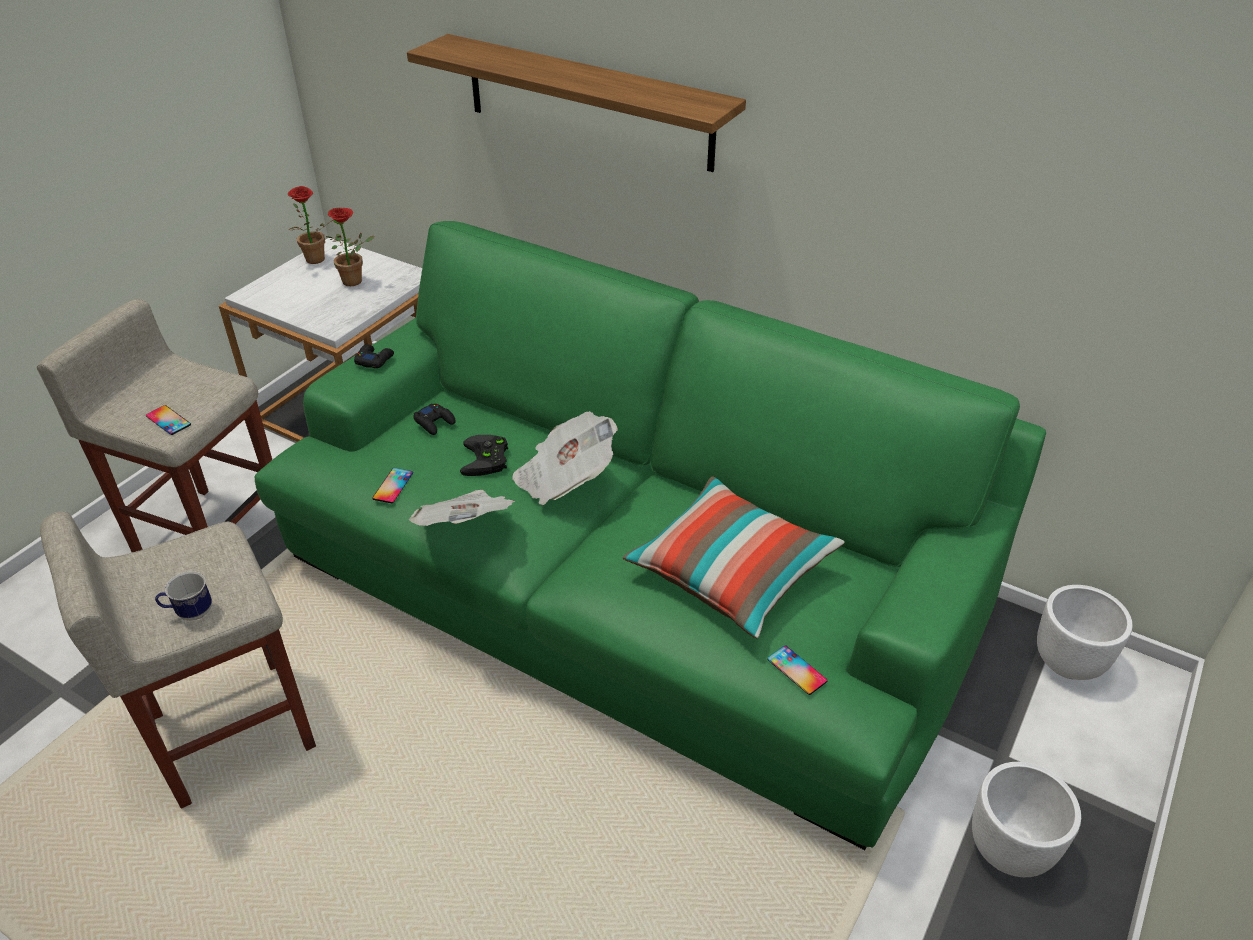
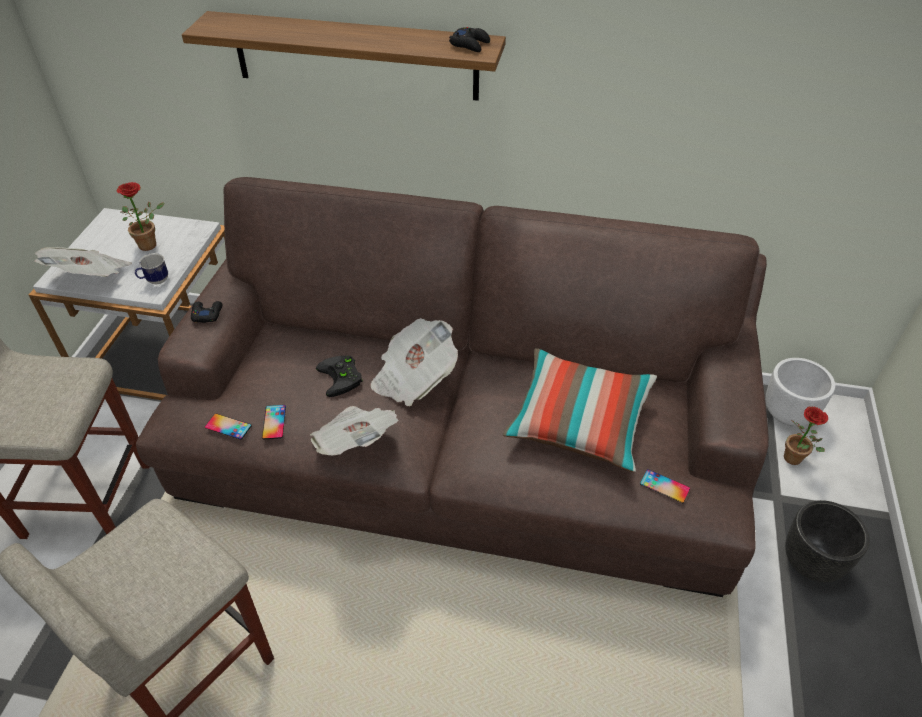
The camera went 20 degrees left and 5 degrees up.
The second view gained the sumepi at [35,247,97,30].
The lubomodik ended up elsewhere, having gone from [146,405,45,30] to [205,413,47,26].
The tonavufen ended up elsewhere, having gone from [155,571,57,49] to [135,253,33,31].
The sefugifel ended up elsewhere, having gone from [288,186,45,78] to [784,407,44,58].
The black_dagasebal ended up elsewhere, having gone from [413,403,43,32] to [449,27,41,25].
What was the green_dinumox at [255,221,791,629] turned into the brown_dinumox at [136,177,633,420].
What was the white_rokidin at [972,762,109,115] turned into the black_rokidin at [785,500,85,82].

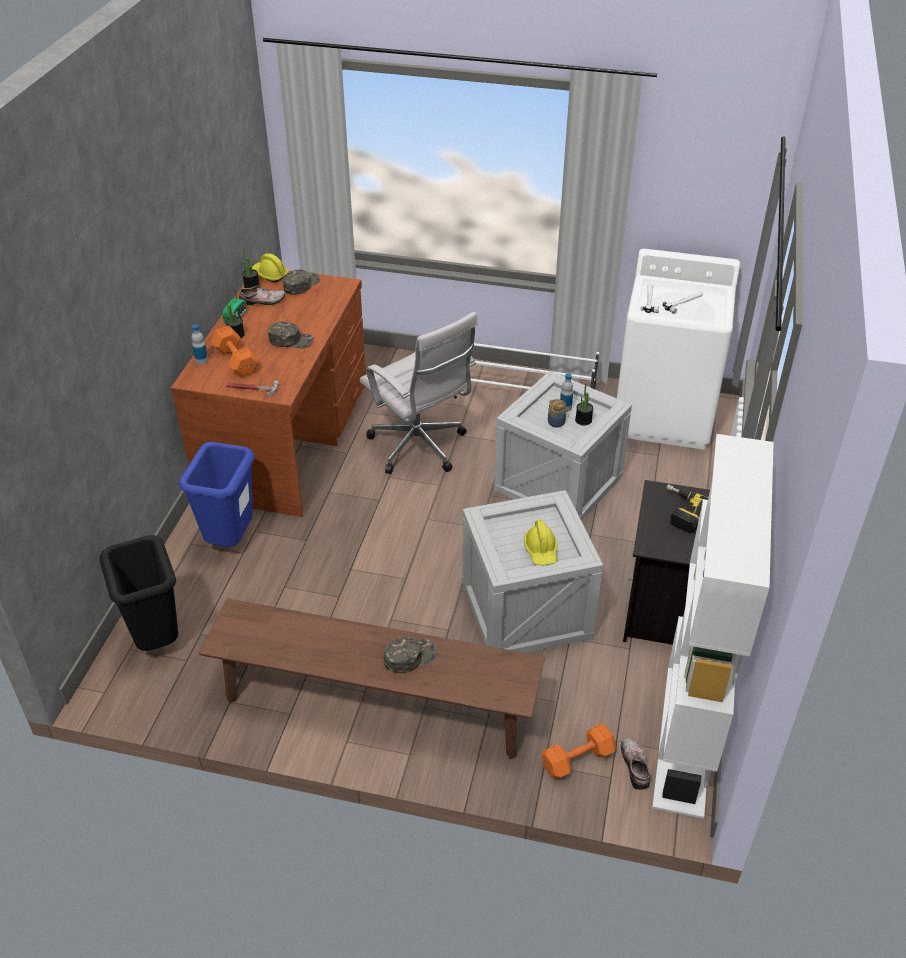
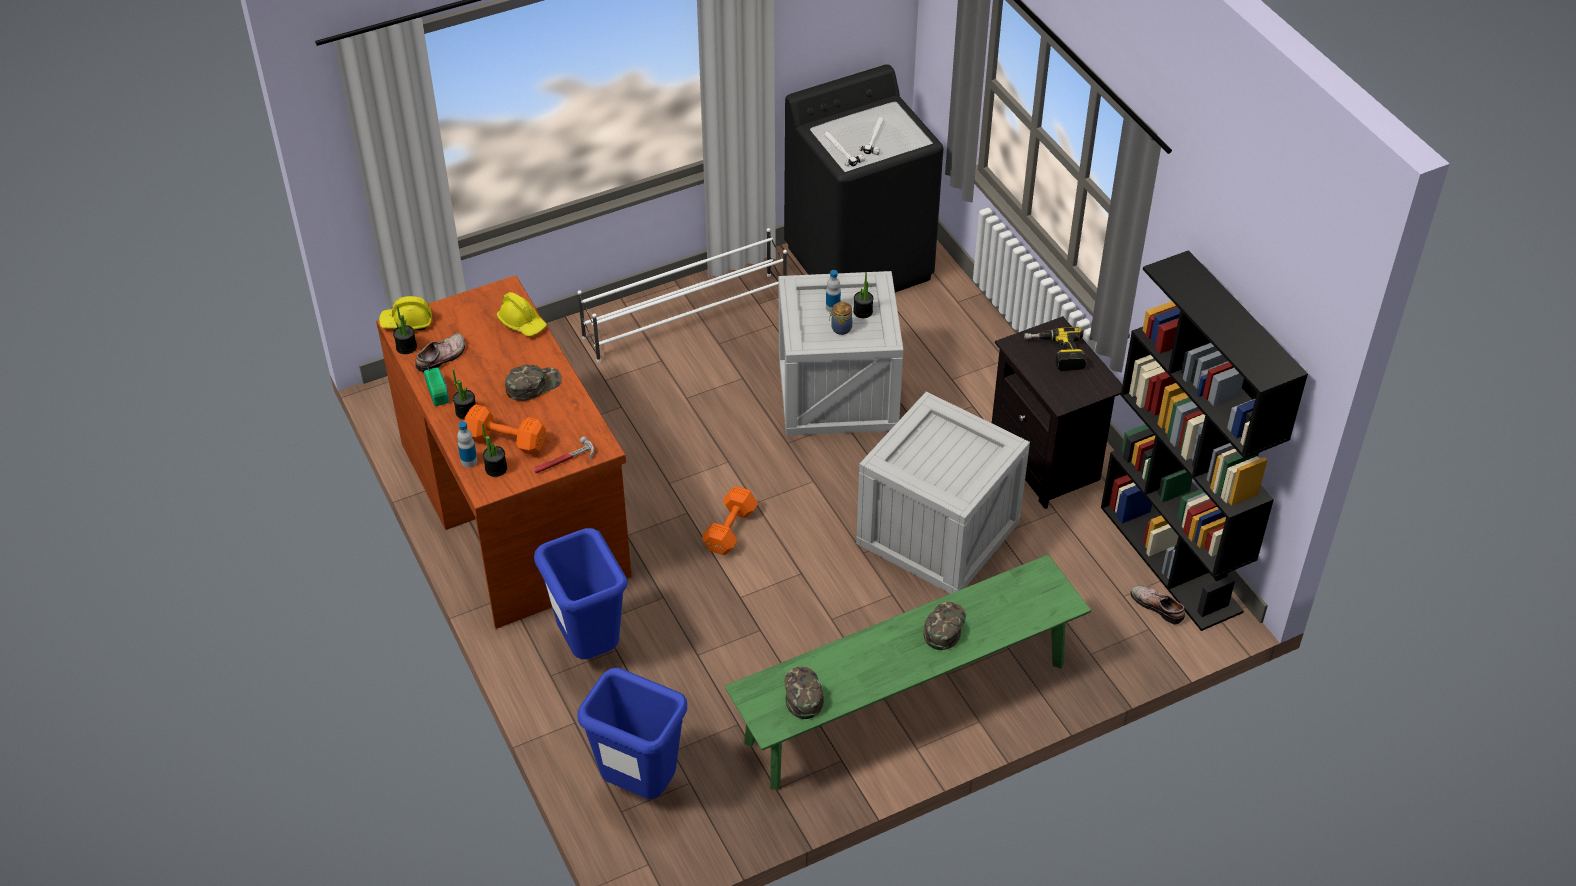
The camera went 40 degrees left and 5 degrees up.
The second view lost the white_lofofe at [360,312,118,162].
The second view gained the sefugifel at [482,423,25,54].
The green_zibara ended up elsewhere, having gone from [283,270,37,25] to [785,667,39,52].
The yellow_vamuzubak ended up elsewhere, having gone from [524,520,33,45] to [496,292,51,44].
The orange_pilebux ended up elsewhere, having gone from [541,724,75,55] to [702,486,56,69].
What was the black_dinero at [100,535,78,116] turned into the blue_dinero at [578,668,109,131].
What was the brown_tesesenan at [199,598,346,161] turned into the green_tesesenan at [724,555,367,235].
What was the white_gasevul at [617,249,123,200] turned into the black_gasevul at [784,64,160,228].
What was the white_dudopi at [652,434,122,385] turned into the black_dudopi at [1101,250,207,381].

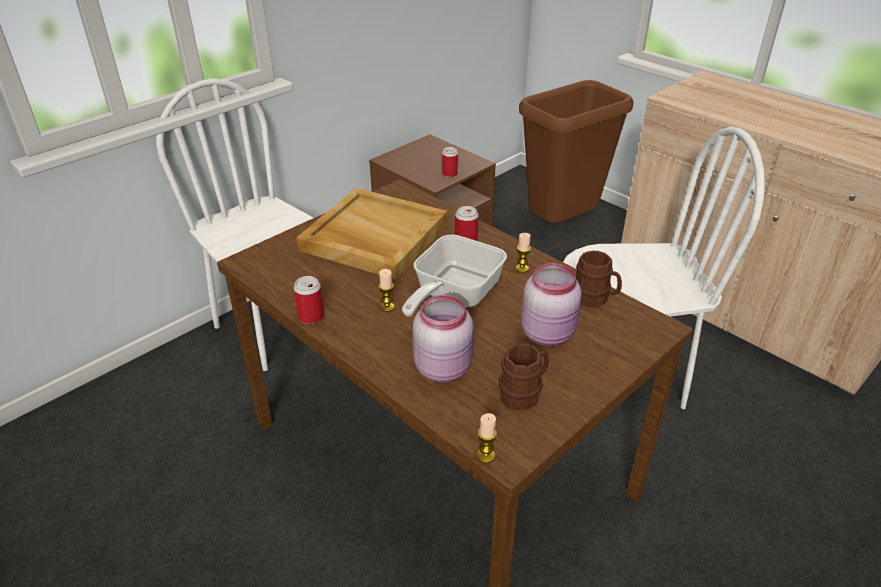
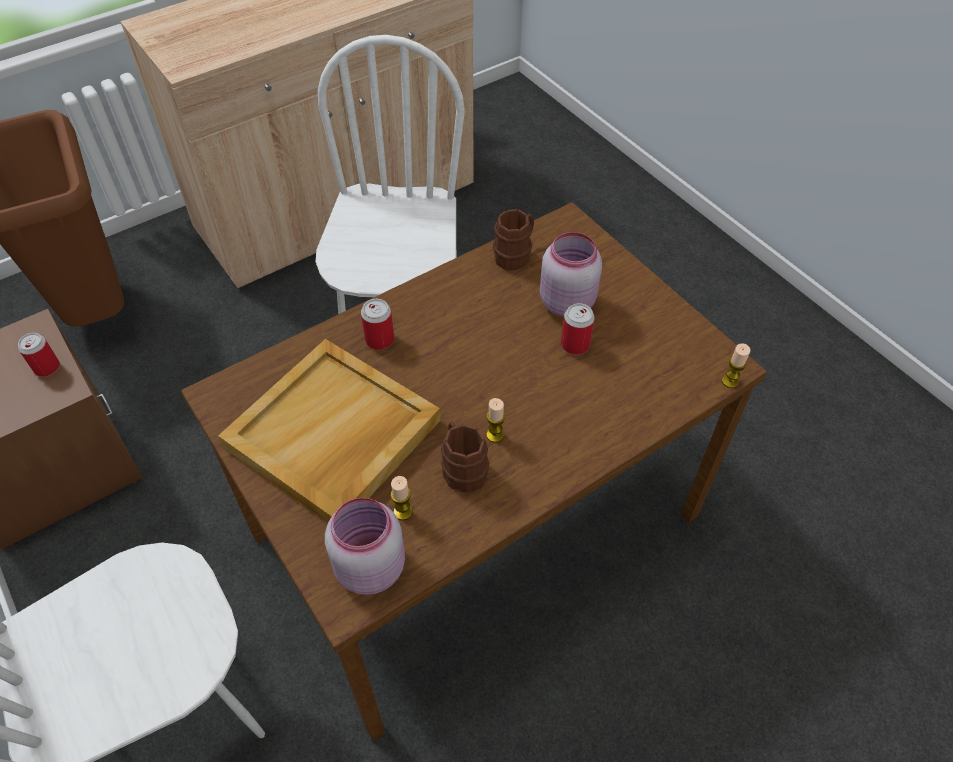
The camera went 80 degrees left and 15 degrees up.
The second view lost the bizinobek at [402,235,105,82].
The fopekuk ended up elsewhere, having gone from [293,276,31,48] to [561,303,34,52].
The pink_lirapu ended up elsewhere, having gone from [413,295,61,88] to [325,498,80,97].
The brown_tonavufen ended up elsewhere, having gone from [499,343,50,67] to [441,422,48,71].
The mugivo ended up elsewhere, having gone from [515,233,16,40] to [391,476,22,44].

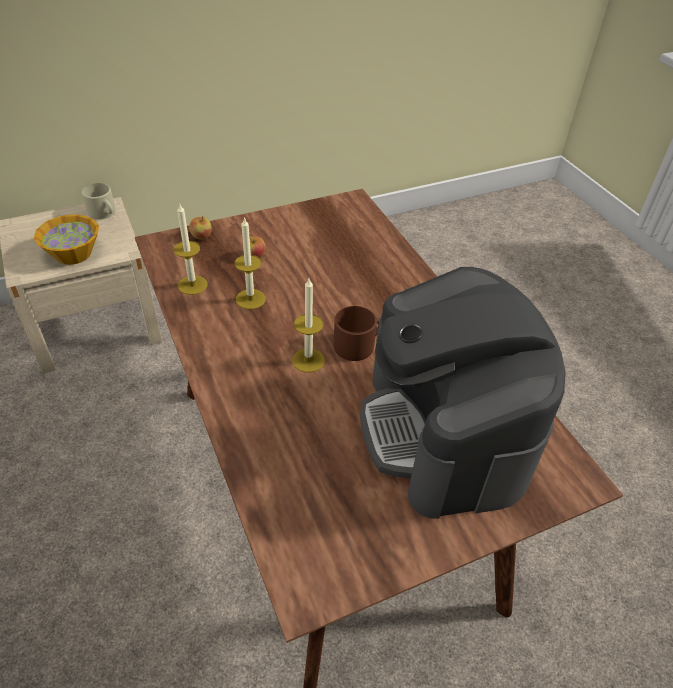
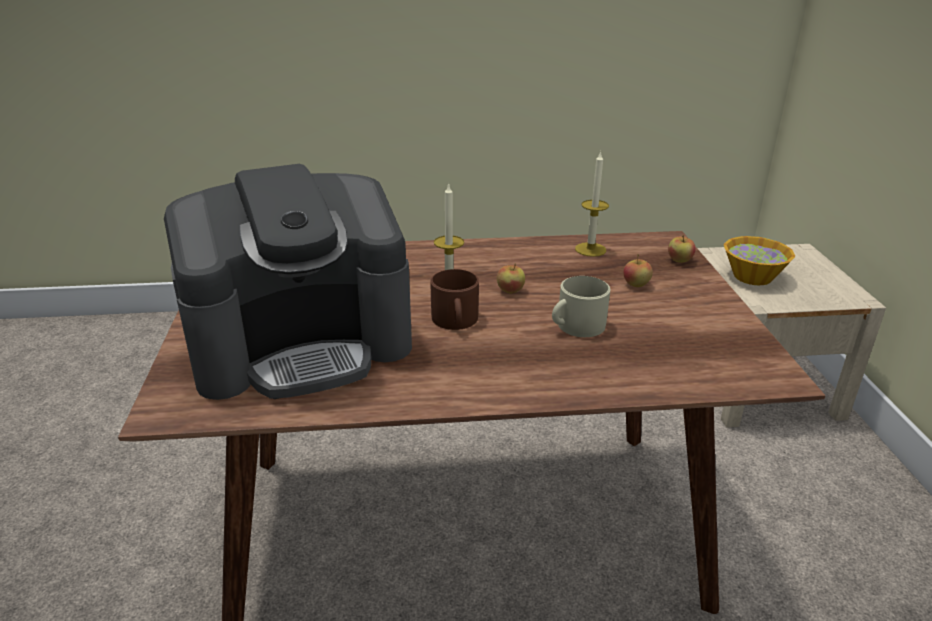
The camera went 110 degrees right and 15 degrees down.
The second view lost the mugivo at [235,217,31,92].
The second view gained the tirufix at [497,263,28,30].
The beige_tonavufen ended up elsewhere, having gone from [82,183,34,36] to [552,276,58,61].
The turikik at [360,267,206,252] ended up facing another way, 150 degrees clockwise from before.

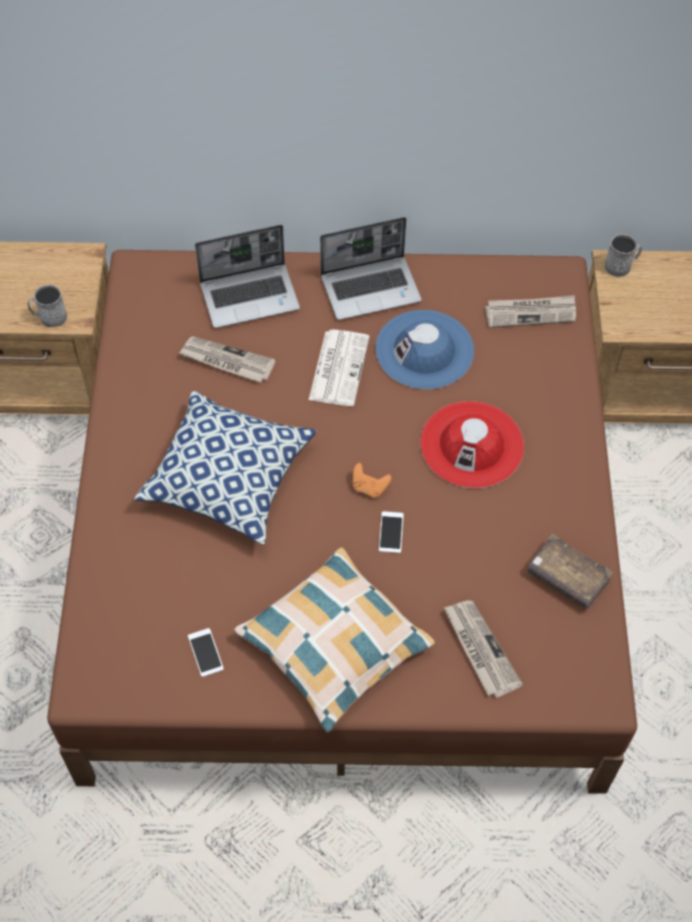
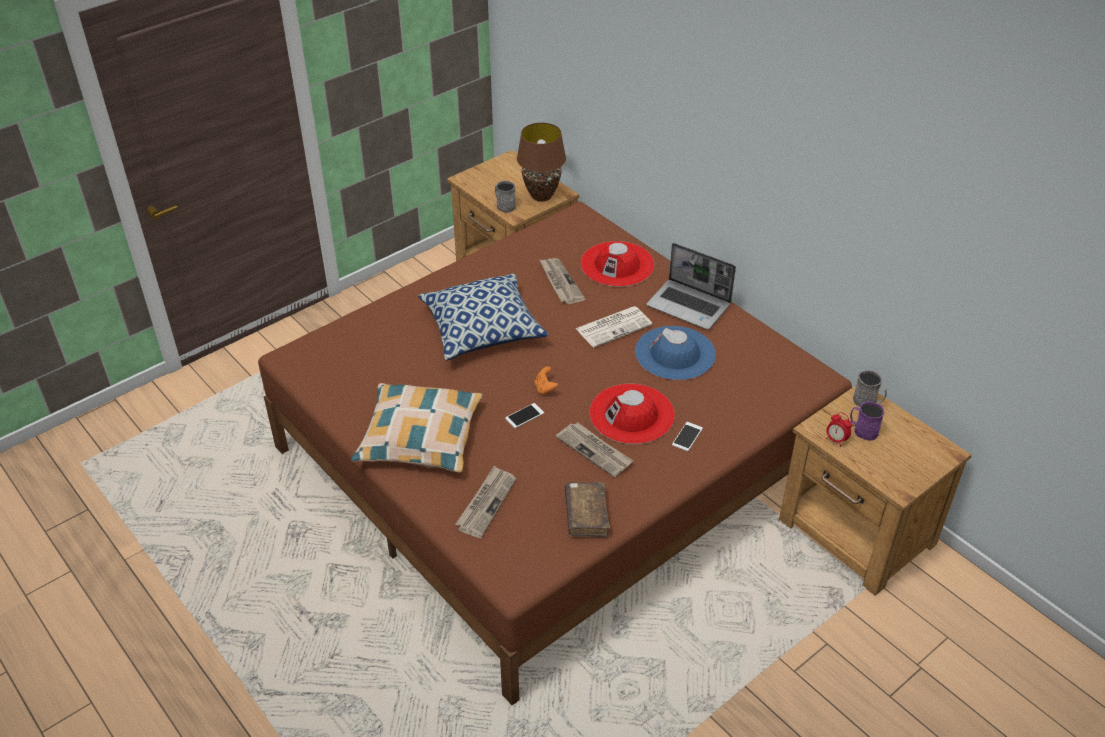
The camera went 50 degrees right and 15 degrees down.
The second view gained the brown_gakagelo at [517,123,49,79].
The second view gained the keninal at [826,412,26,35].
The second view gained the purple_tonavufen at [850,401,34,40].
The lubomodik ended up elsewhere, having gone from [188,628,36,49] to [672,422,31,29].
The sumepi ended up elsewhere, having gone from [485,295,91,33] to [556,422,77,55].
Where the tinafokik stood at [195,225,105,103], the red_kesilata came to stand at [581,241,73,46].

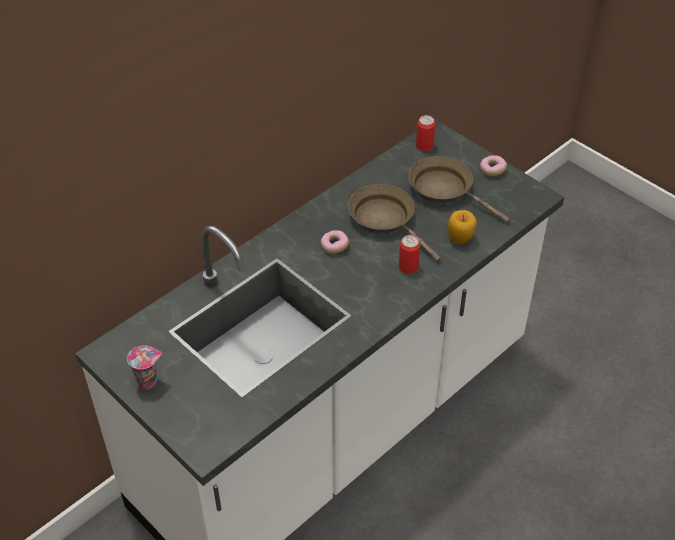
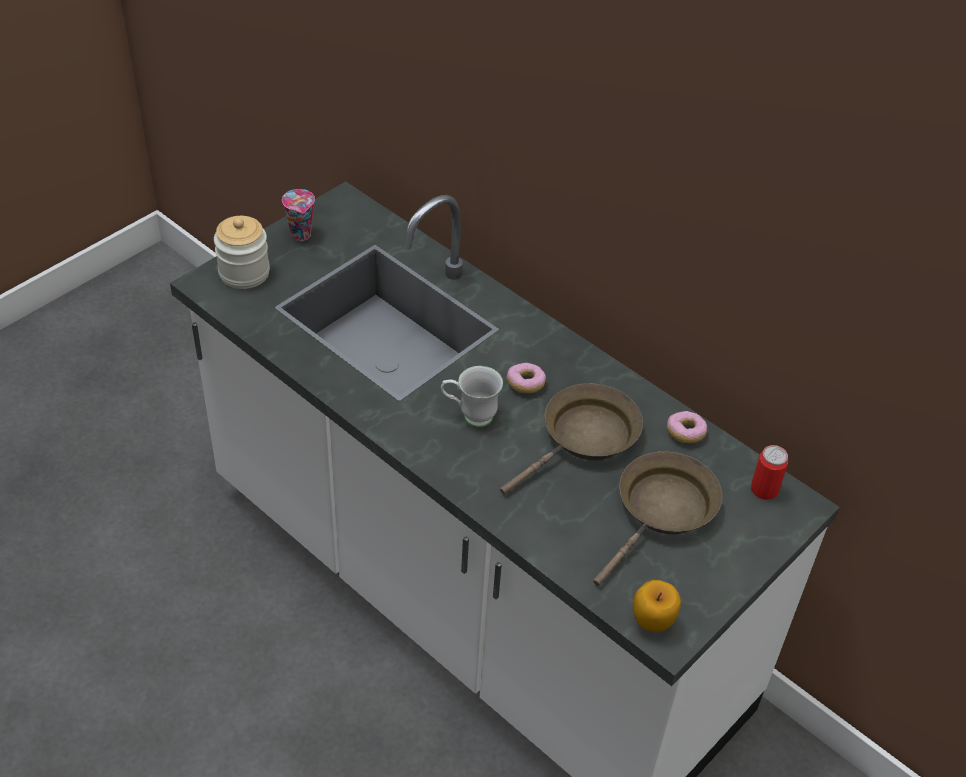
The camera went 85 degrees right and 0 degrees up.
The second view lost the fopekuk at [399,235,21,39].
The second view gained the lirapu at [214,216,56,73].
The second view gained the white_tonavufen at [441,366,62,61].
The tirufix ended up elsewhere, having gone from [448,210,29,35] to [633,580,48,52].
The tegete ended up elsewhere, having gone from [480,155,27,21] to [667,411,40,32].

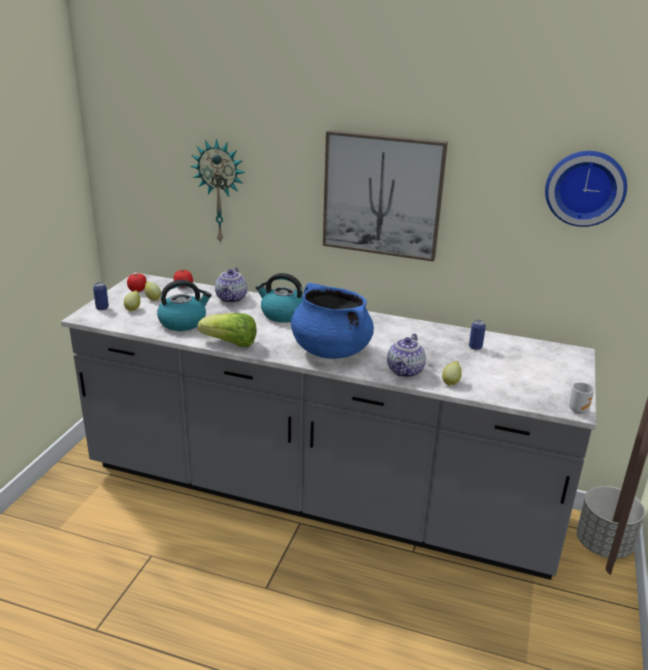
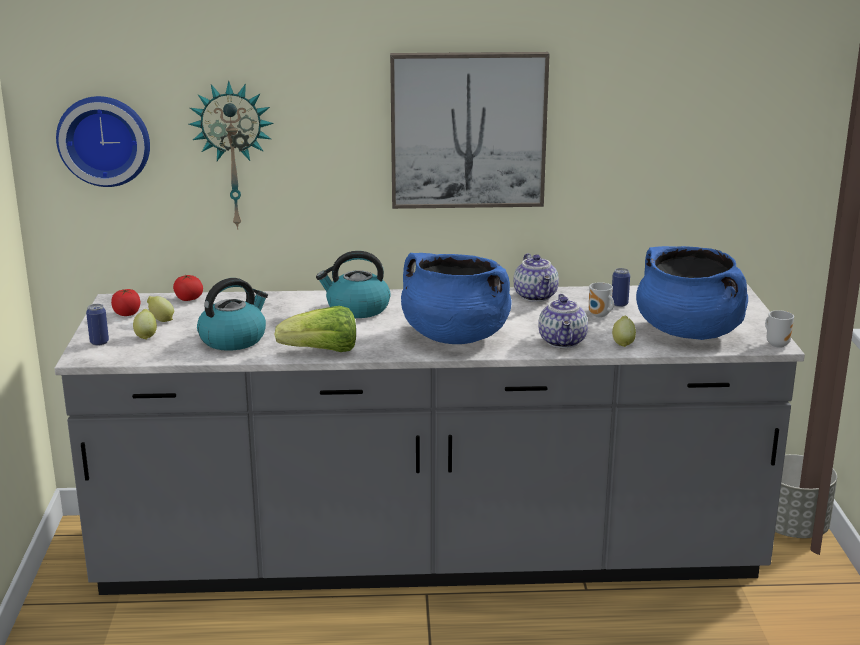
The camera went 20 degrees left and 5 degrees down.
The second view gained the tonavufen at [589,282,25,35].
The second view gained the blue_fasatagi at [636,246,112,94].
The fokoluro ended up elsewhere, having gone from [215,267,32,36] to [514,253,45,49].
The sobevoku ended up elsewhere, having gone from [545,151,82,76] to [56,96,94,91].

